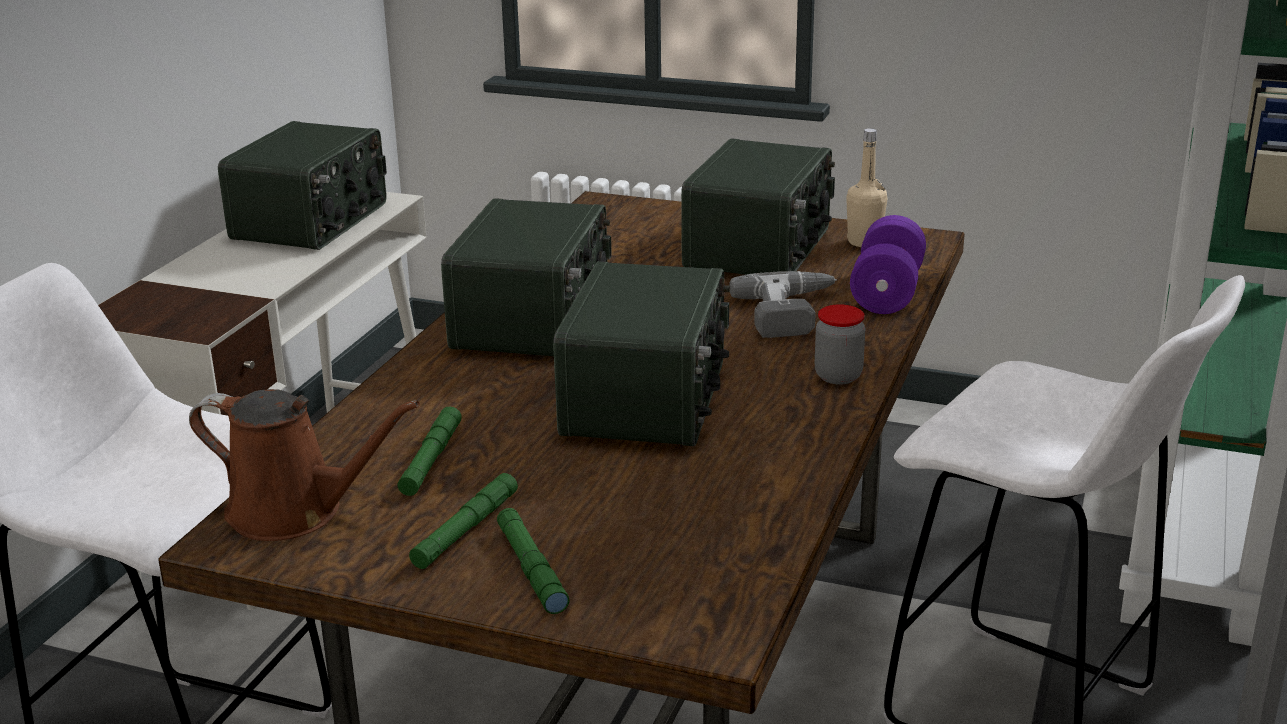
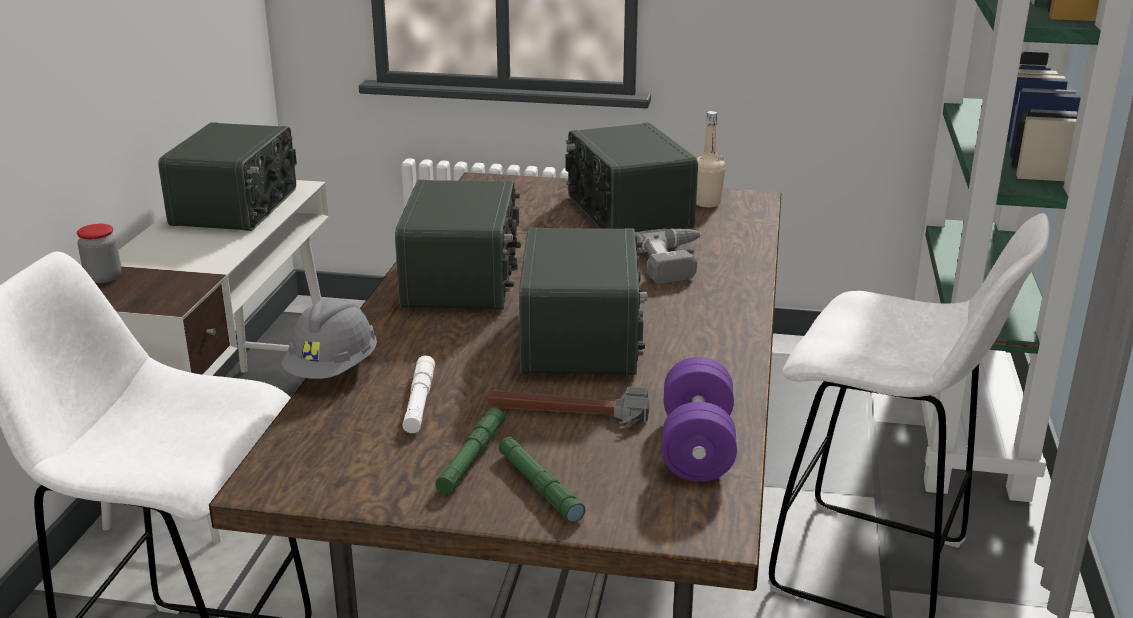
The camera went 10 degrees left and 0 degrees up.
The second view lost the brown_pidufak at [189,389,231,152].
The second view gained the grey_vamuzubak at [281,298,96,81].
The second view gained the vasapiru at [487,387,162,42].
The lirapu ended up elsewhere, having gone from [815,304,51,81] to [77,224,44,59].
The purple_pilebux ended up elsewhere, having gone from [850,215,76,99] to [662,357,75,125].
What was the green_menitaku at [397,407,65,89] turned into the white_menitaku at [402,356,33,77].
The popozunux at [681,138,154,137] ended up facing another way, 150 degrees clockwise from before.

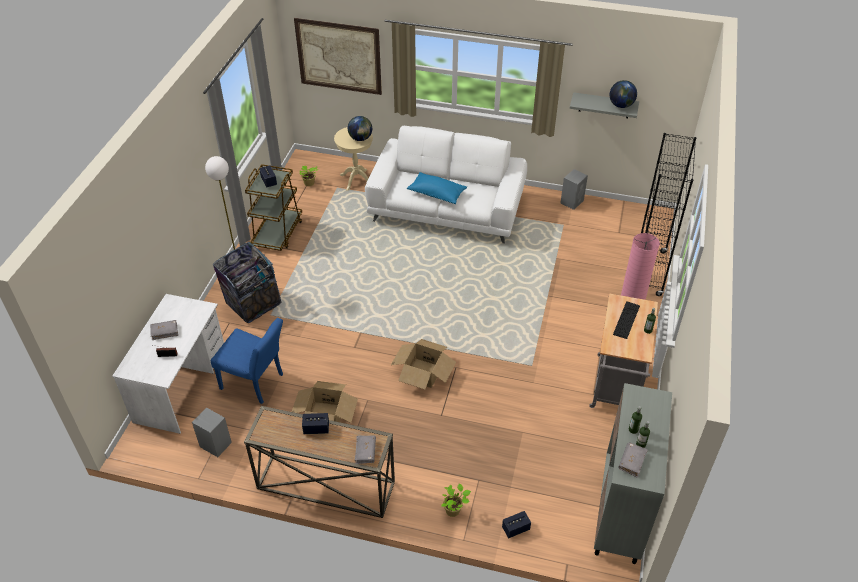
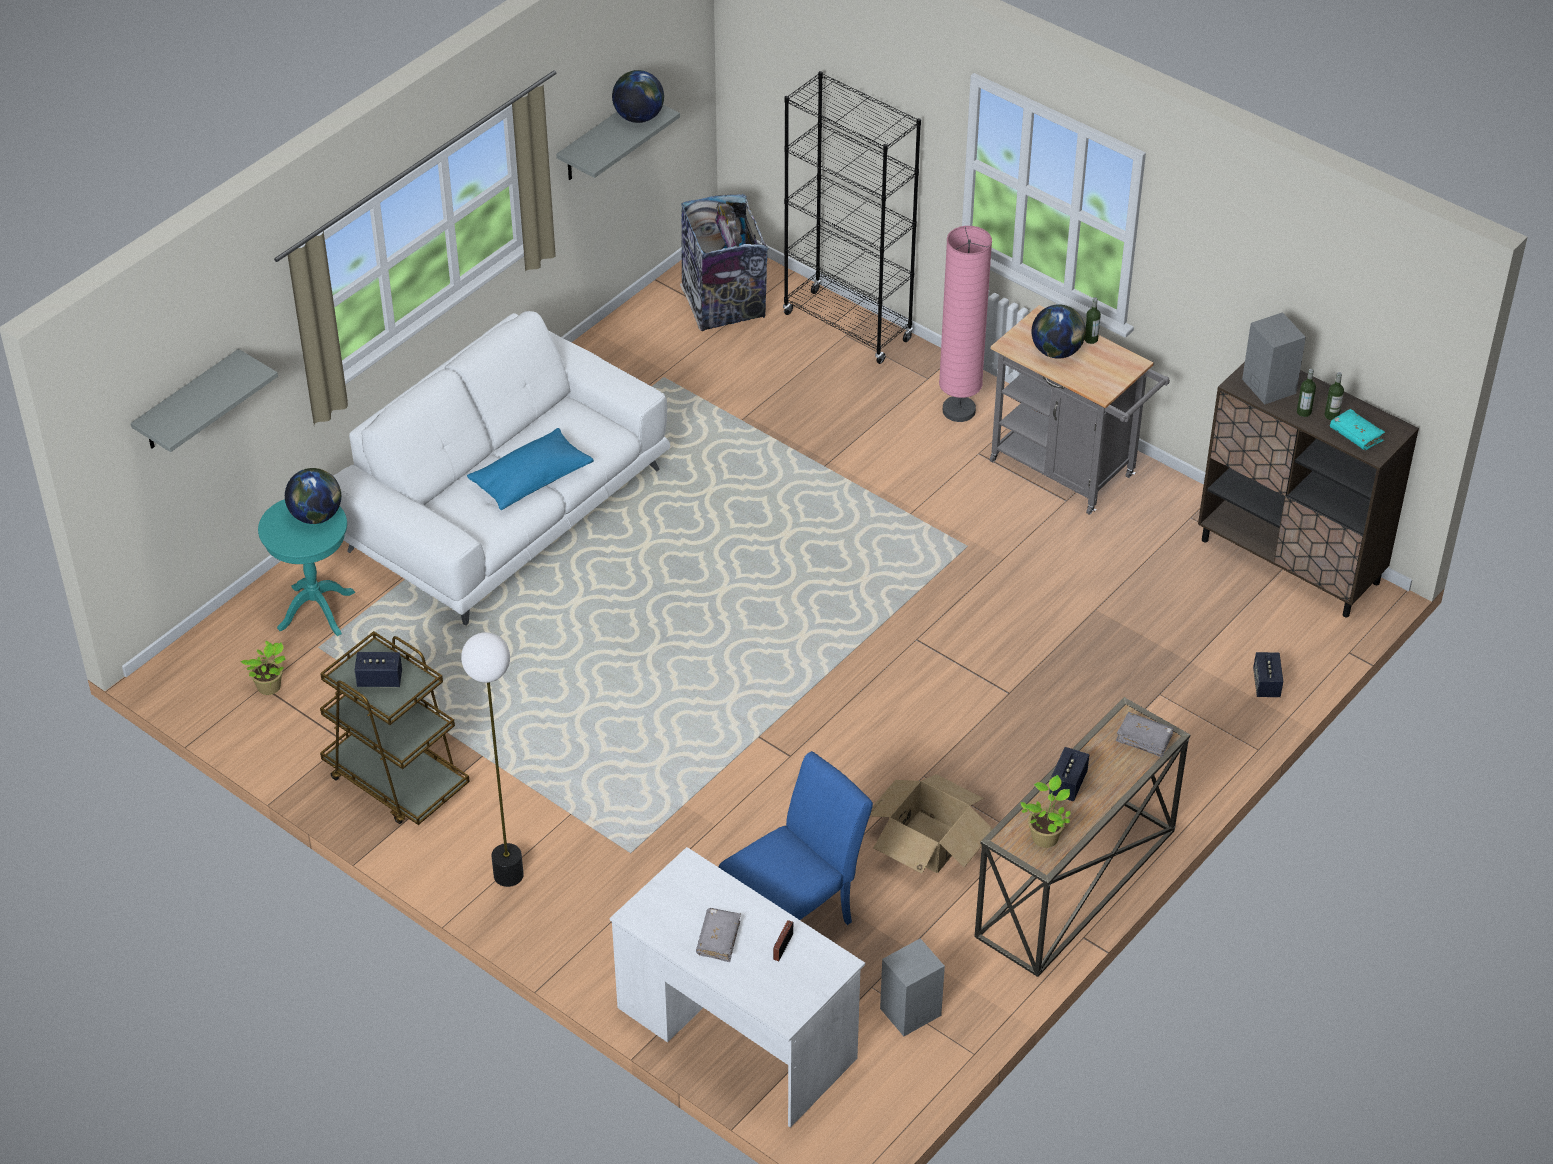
The camera went 65 degrees left and 0 degrees up.
The second view lost the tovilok at [391,339,65,50].
The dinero ended up elsewhere, having gone from [213,242,69,81] to [680,194,89,137].
The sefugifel ended up elsewhere, having gone from [441,484,30,33] to [1020,775,50,73].
The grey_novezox ended up elsewhere, having gone from [560,169,28,41] to [1242,312,64,92].
Where the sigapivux hung at [294,18,88,77], the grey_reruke came to hang at [131,349,147,103].
Where the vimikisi stood at [613,301,27,38], the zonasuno came to stand at [1031,304,55,55].
What was the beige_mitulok at [334,127,39,64] turned into the turquoise_mitulok at [258,499,97,137].
What was the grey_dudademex at [594,383,78,181] turned into the brown_dudademex at [1198,362,221,255].
What was the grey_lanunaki at [618,442,30,36] turned into the turquoise_lanunaki at [1330,409,55,41].

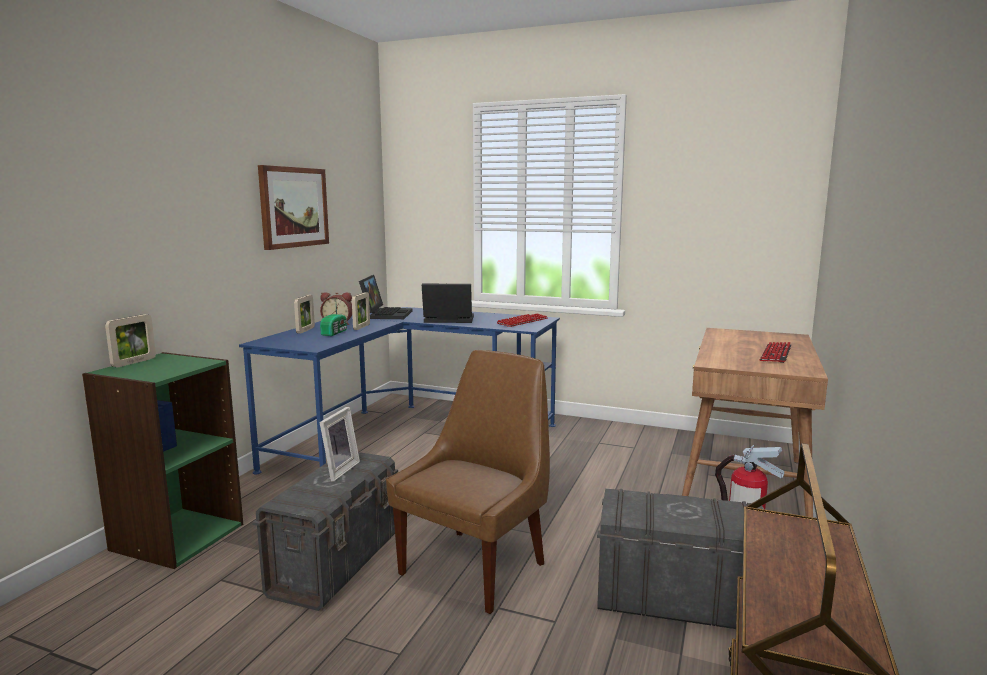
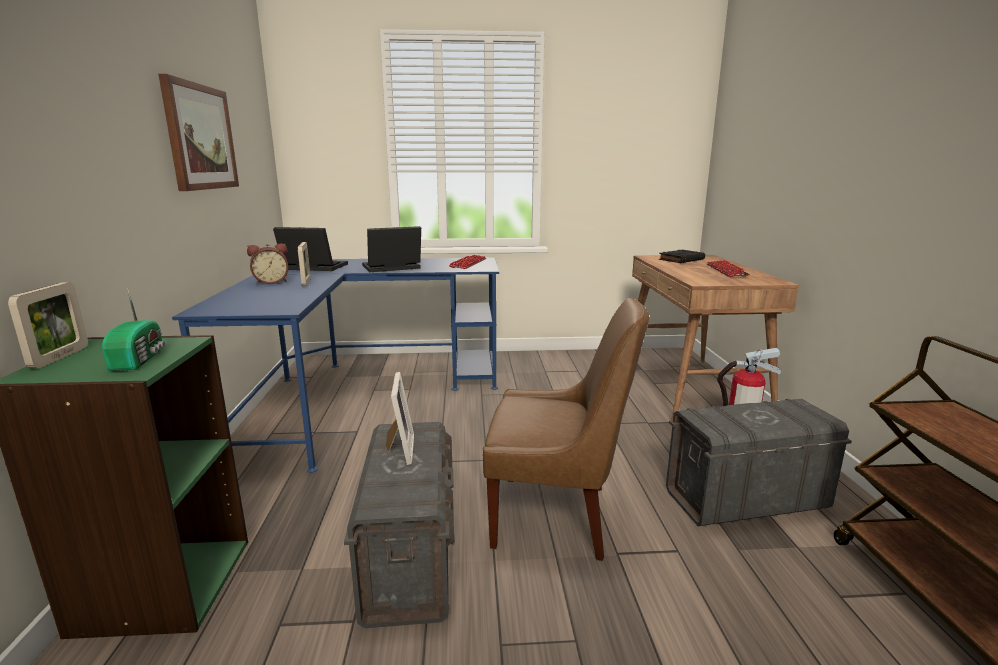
The camera went 25 degrees left and 5 degrees up.
The second view lost the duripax at [294,295,21,39].
The second view gained the black_lanunaki at [659,250,46,13].
The popozunux ended up elsewhere, having gone from [320,305,27,31] to [102,288,63,83].
The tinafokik at [359,275,54,44] ended up facing another way, 60 degrees counterclockwise from before.
The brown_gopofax at [386,350,164,264] ended up facing another way, 90 degrees clockwise from before.

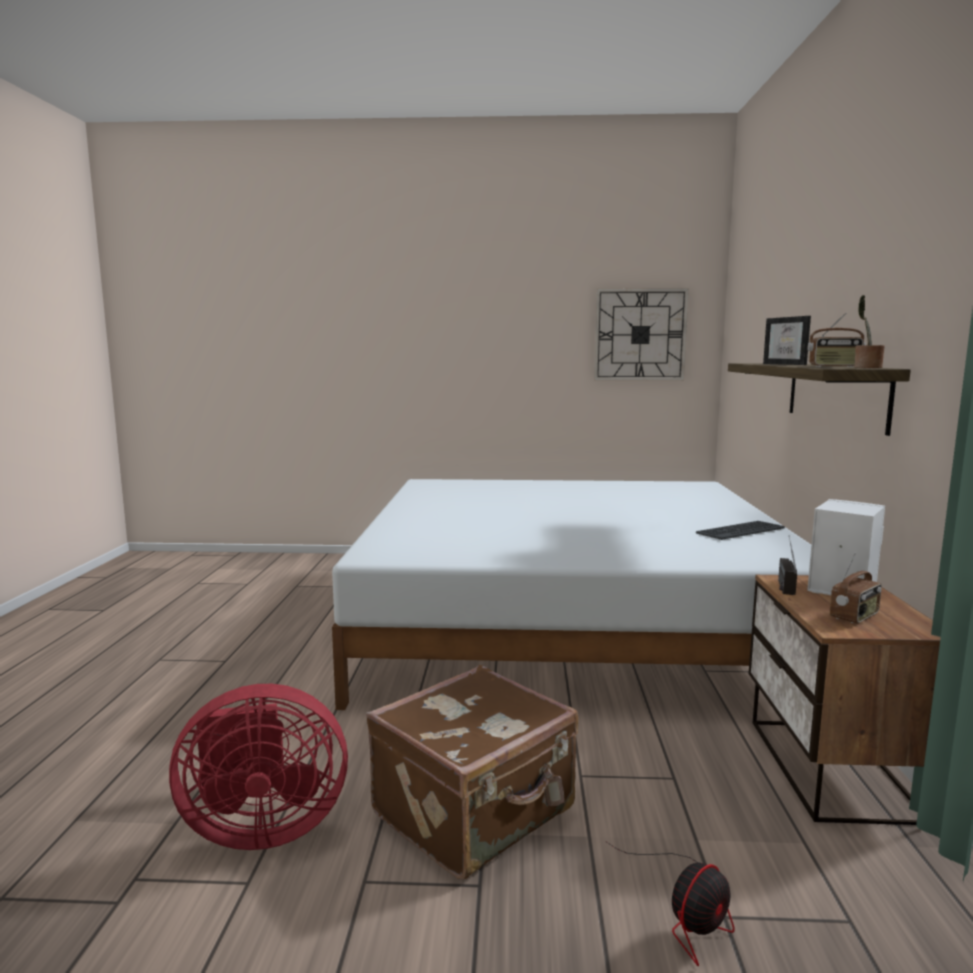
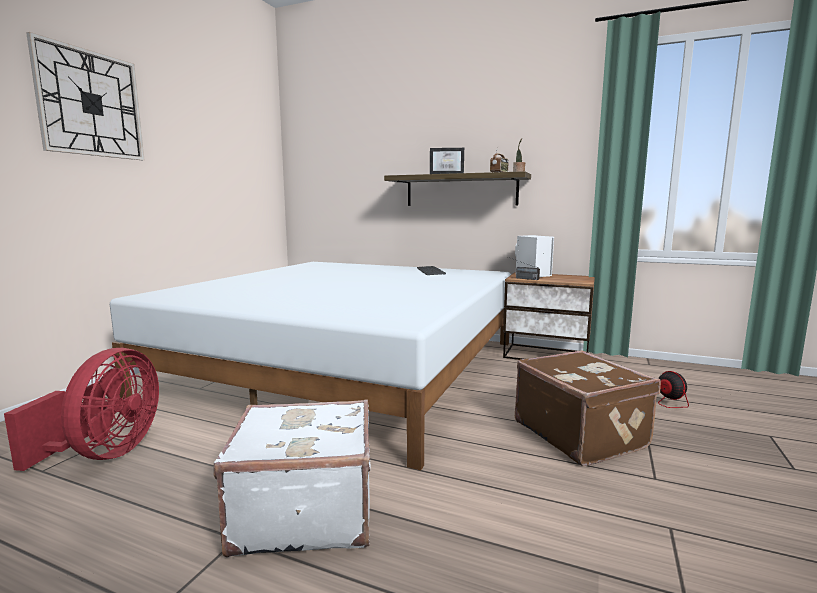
The camera went 70 degrees left and 0 degrees up.
The second view lost the popozunux at [830,553,52,71].
The second view gained the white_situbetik at [213,400,158,158].
The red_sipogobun ended up elsewhere, having gone from [169,684,179,166] to [4,348,155,123].
The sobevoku ended up elsewhere, having gone from [594,288,95,93] to [26,32,118,128].

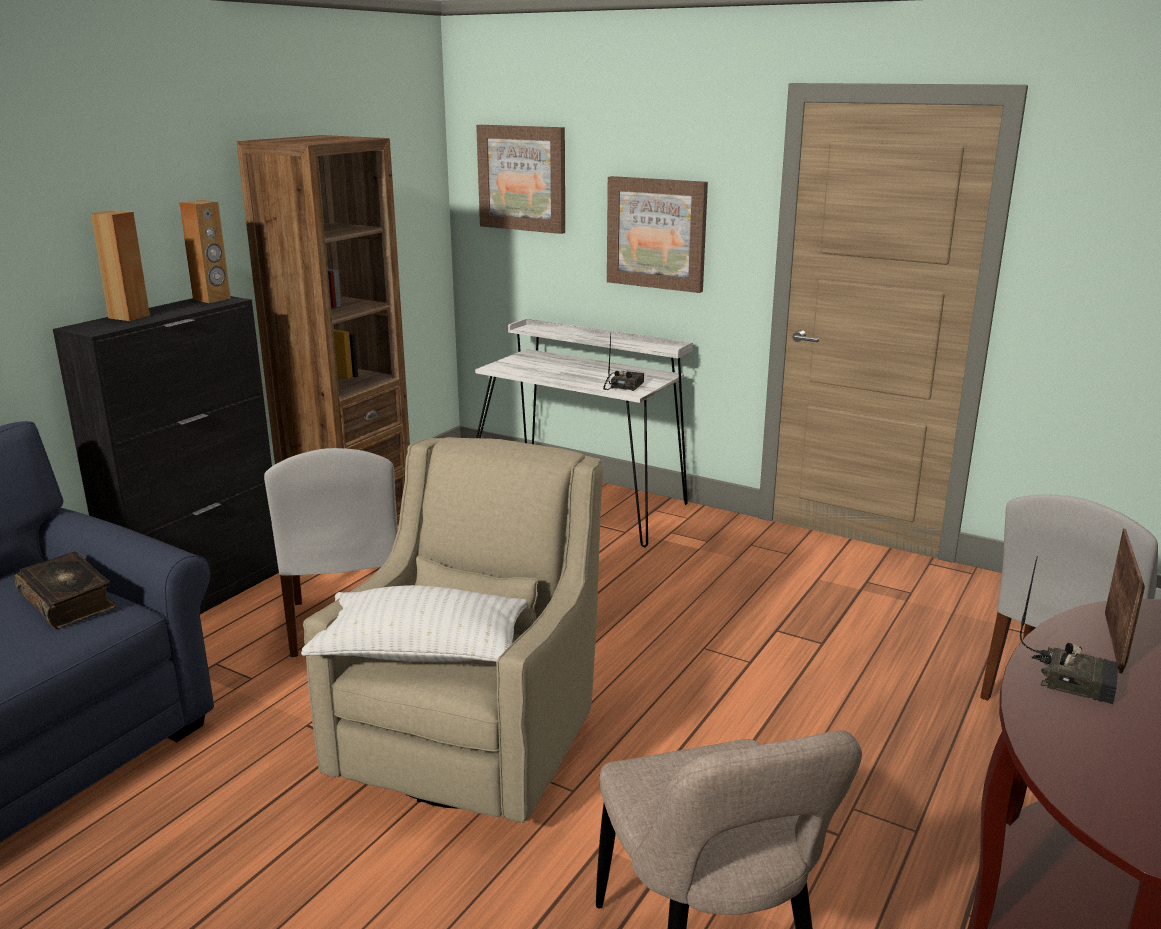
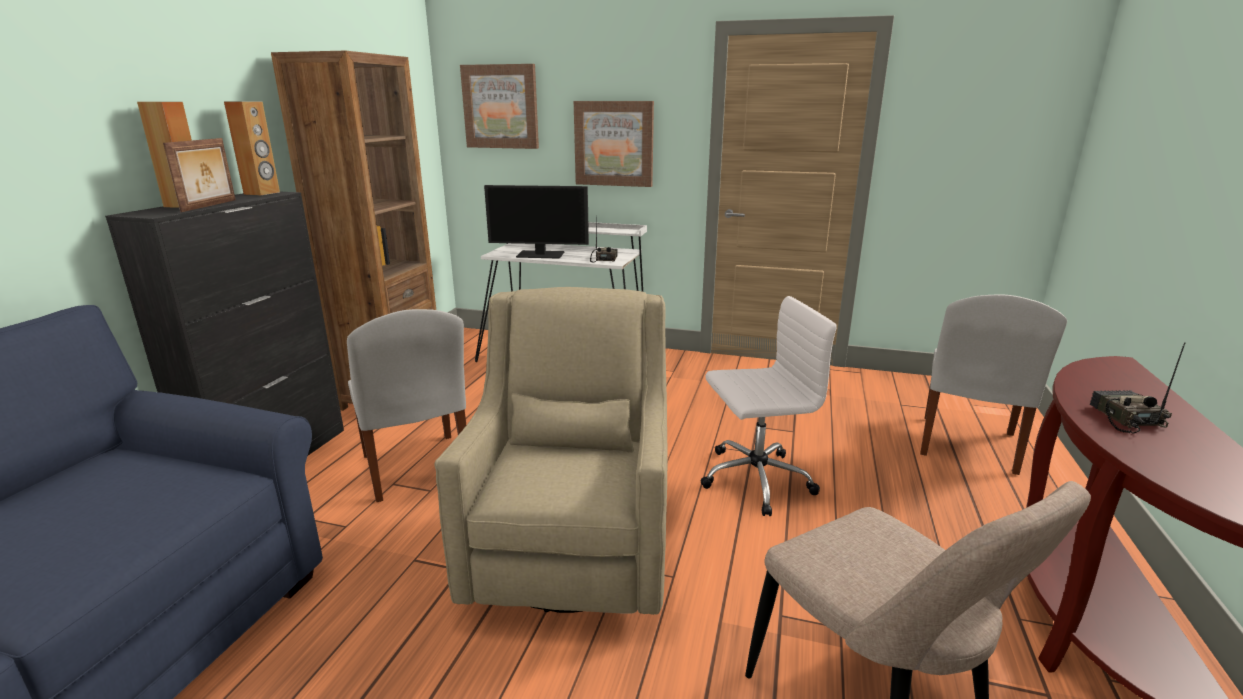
The camera went 15 degrees left and 0 degrees up.
The second view lost the lanunaki at [14,552,103,77].
The second view lost the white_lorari at [301,585,227,77].
The second view gained the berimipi at [484,185,105,74].
The second view gained the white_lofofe at [701,296,136,220].
The duripax ended up elsewhere, having gone from [1105,529,40,144] to [163,138,73,74].
The popozunux at [1020,556,98,148] ended up facing another way, 105 degrees counterclockwise from before.

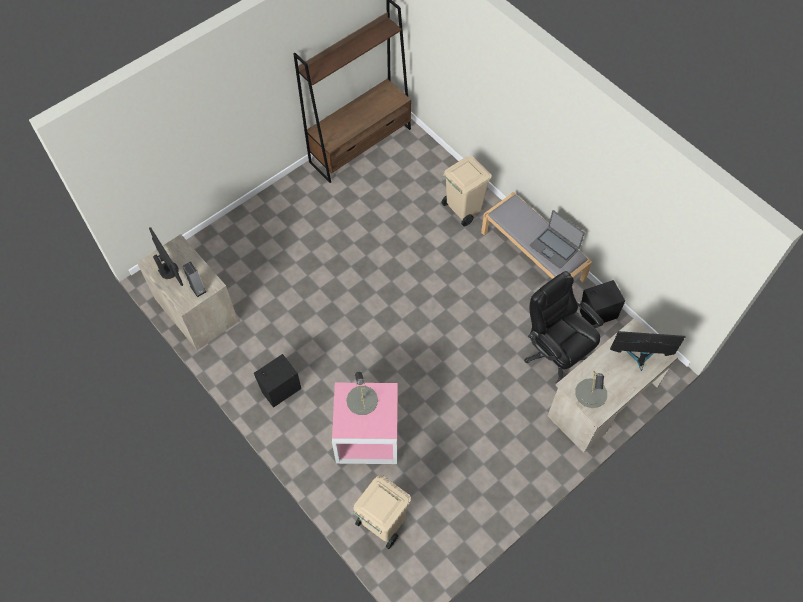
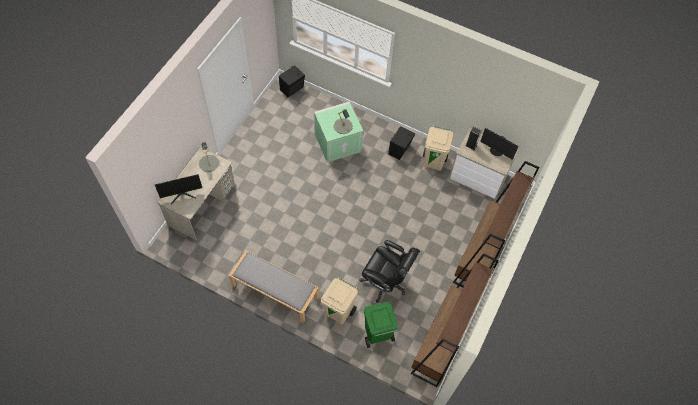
The camera went 155 degrees right and 0 degrees up.
The second view lost the tinafokik at [530,210,55,59].
The second view gained the green_dinero at [364,302,34,46].
The second view gained the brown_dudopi at [453,161,87,126].
The beige_dinero ended up elsewhere, having gone from [353,475,58,74] to [423,126,31,45].
The black_lofofe ended up elsewhere, having gone from [524,271,80,113] to [359,240,61,63].
The black_novezox ended up elsewhere, having gone from [580,280,45,45] to [279,65,26,32].
What was the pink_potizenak at [332,383,66,81] turned into the green_potizenak at [314,102,49,60].

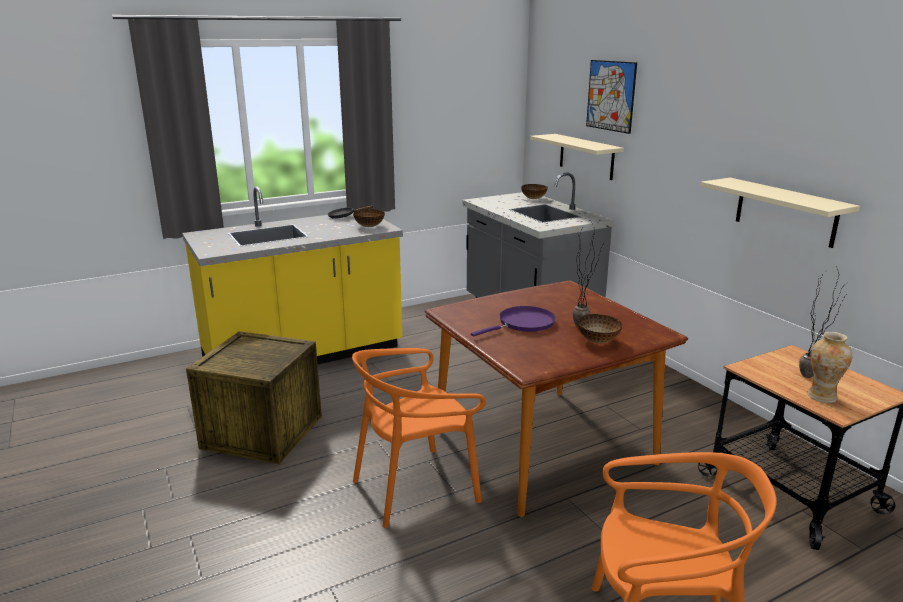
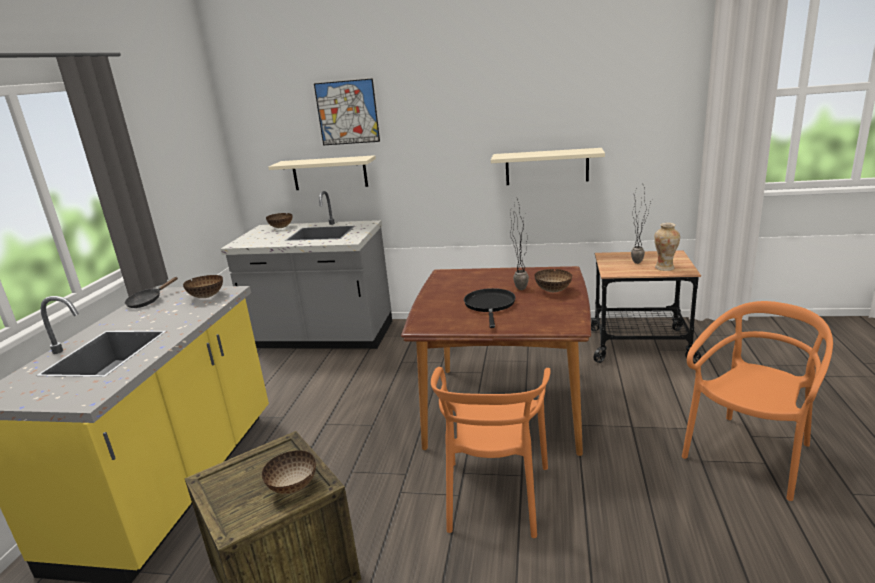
The camera went 50 degrees left and 0 degrees up.
The second view gained the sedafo at [262,450,54,44].
What was the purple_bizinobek at [471,306,85,31] turned into the black_bizinobek at [464,288,51,40].

